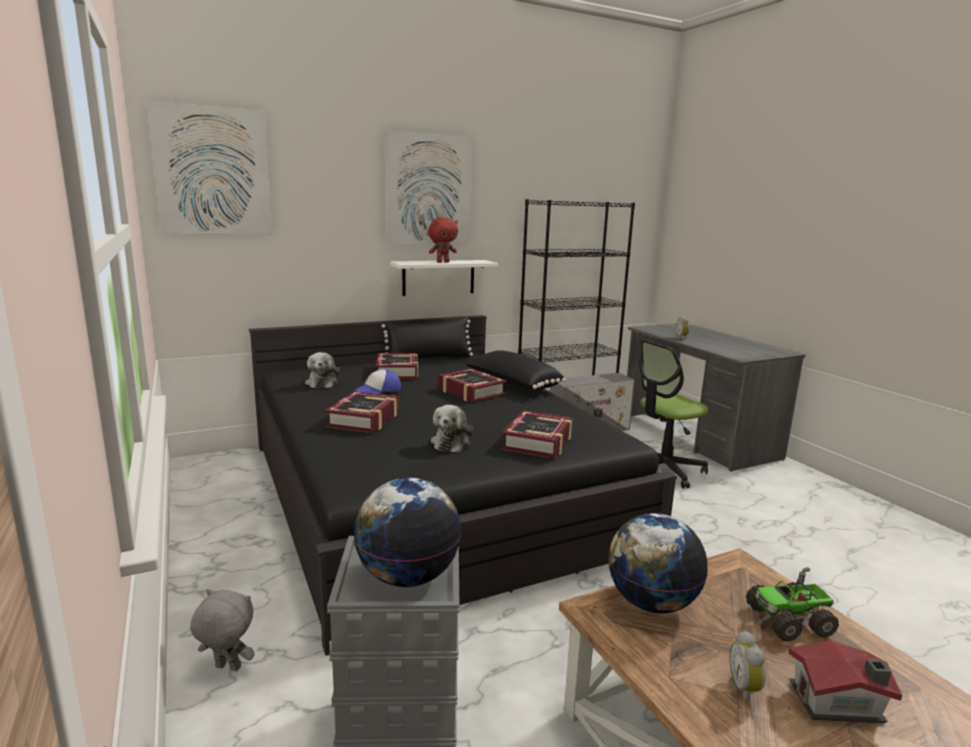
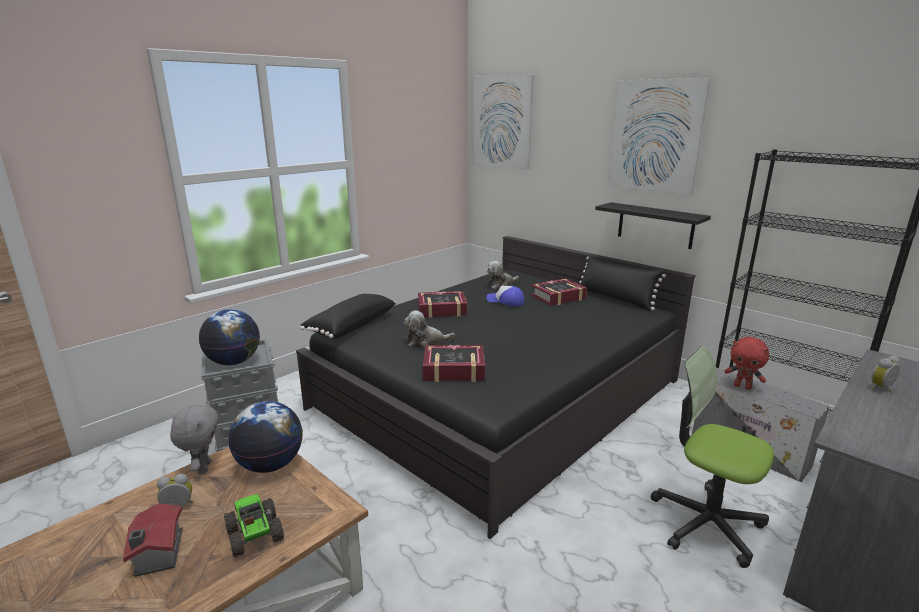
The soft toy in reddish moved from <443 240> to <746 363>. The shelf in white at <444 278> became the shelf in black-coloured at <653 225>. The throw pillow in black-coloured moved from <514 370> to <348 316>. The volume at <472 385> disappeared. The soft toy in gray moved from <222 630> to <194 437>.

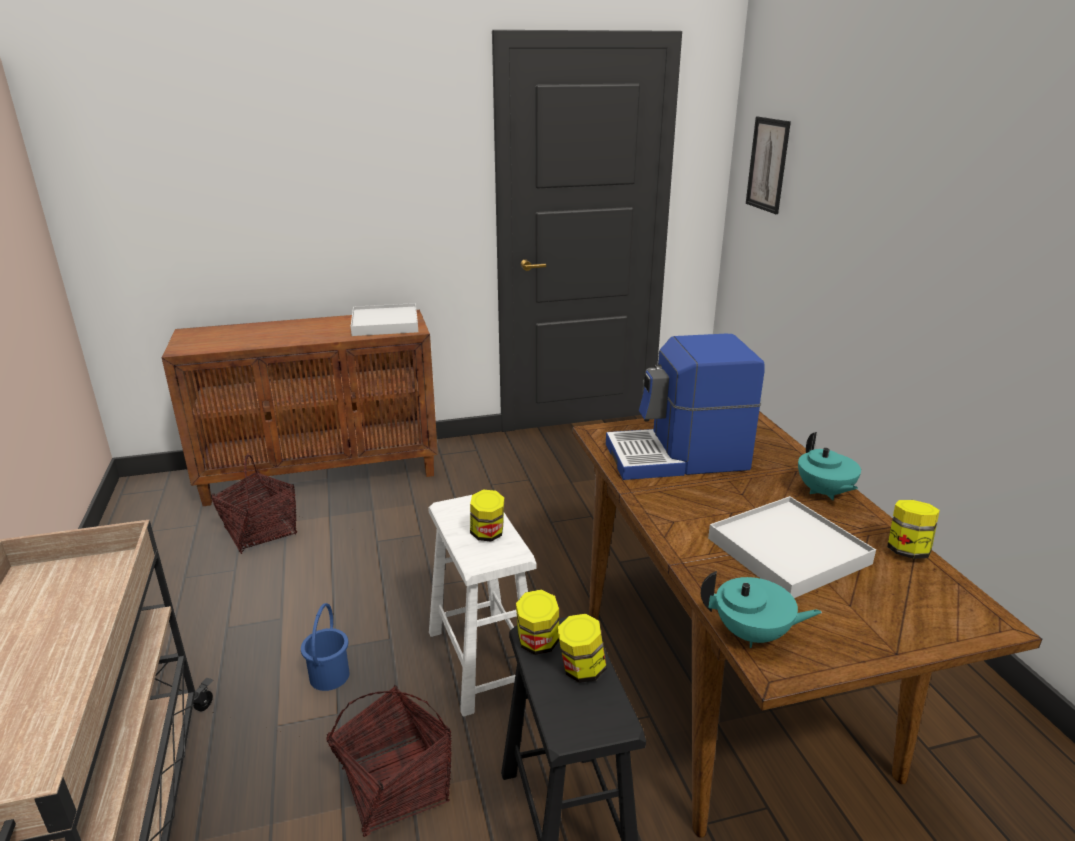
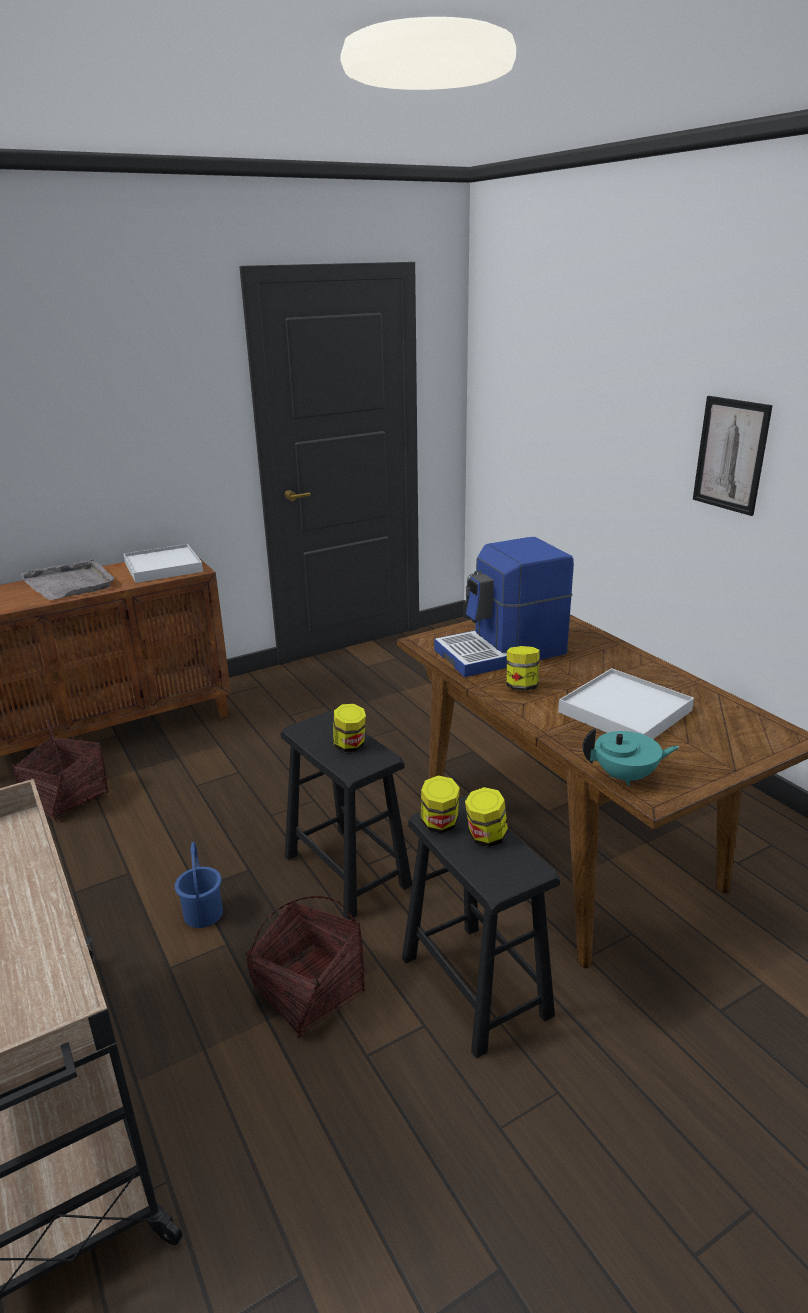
The picture moved from <768 165> to <733 456>. The tea pot in turquoise-coloured at <829 466> disappeared. The stool seat in white at <482 606> became the stool seat in black-coloured at <346 815>. The jar moved from <913 529> to <523 668>. The serving tray in gray at <67 579> appeared.

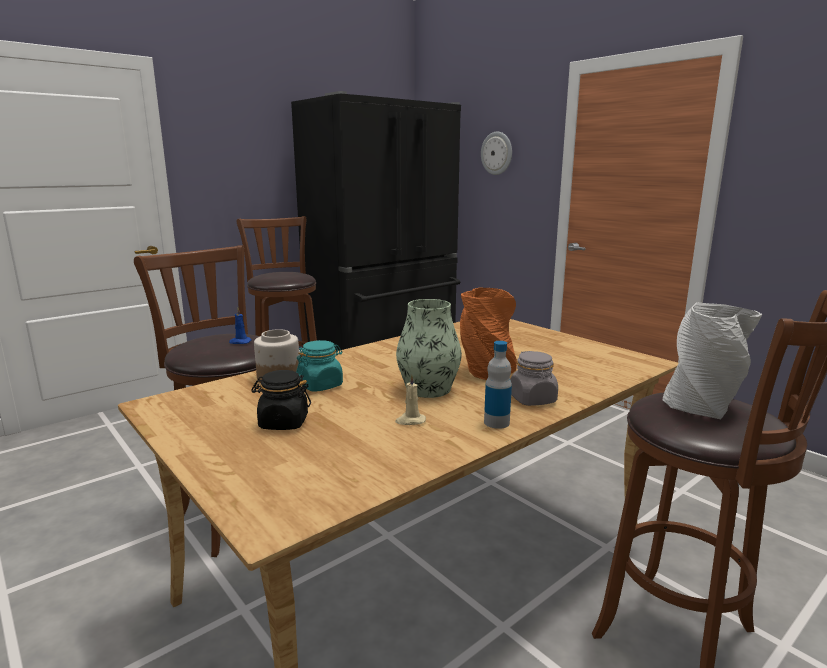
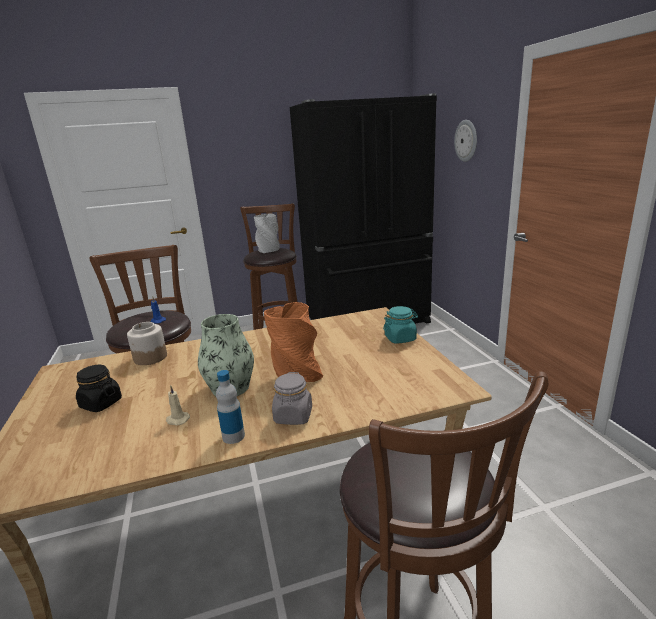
The vase in gray moved from <712 360> to <267 233>. The jar in turquoise-coloured moved from <319 366> to <400 325>.

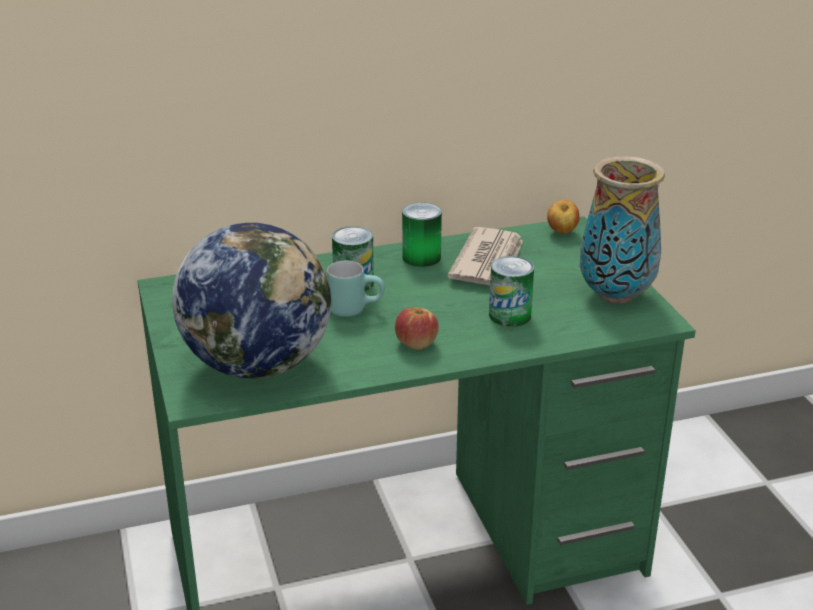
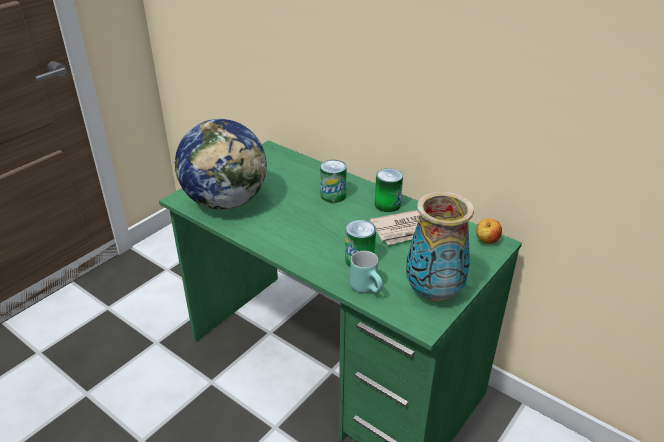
The tea mug in turquoise-coloured moved from <355 289> to <366 272>. The whole apple at <417 329> disappeared.

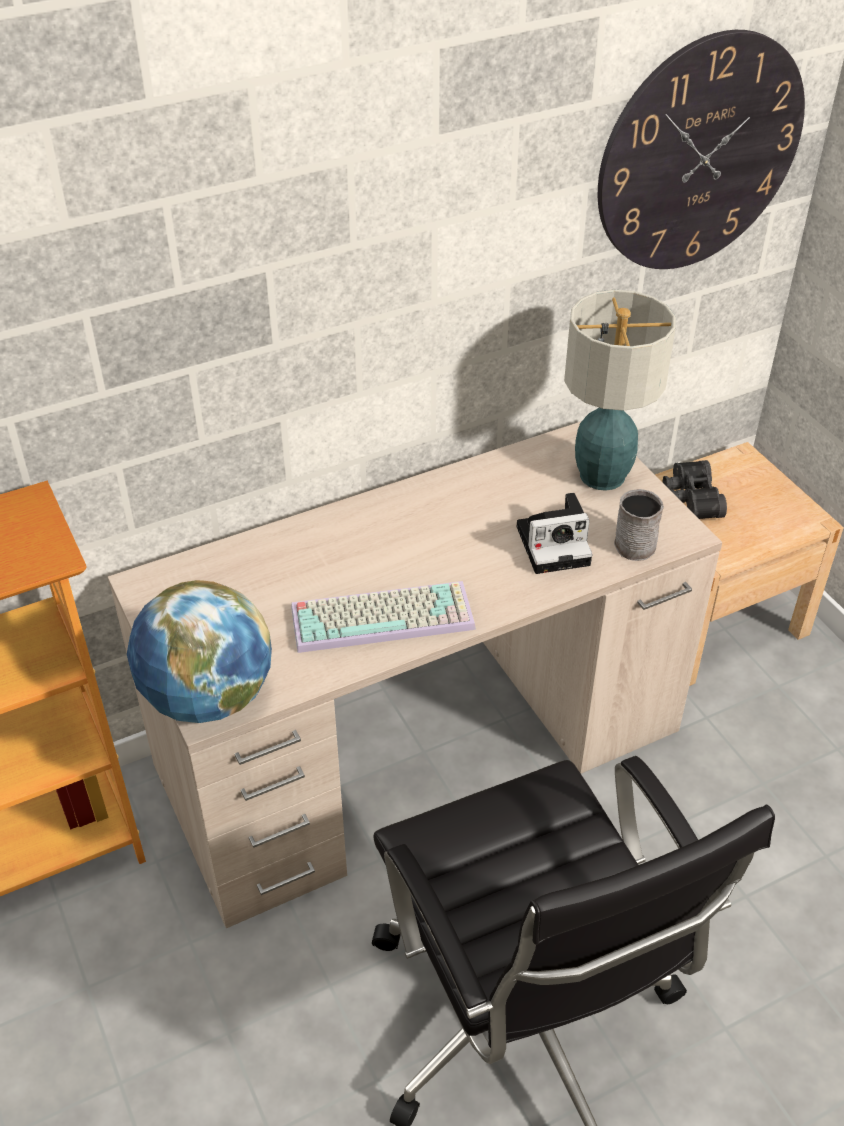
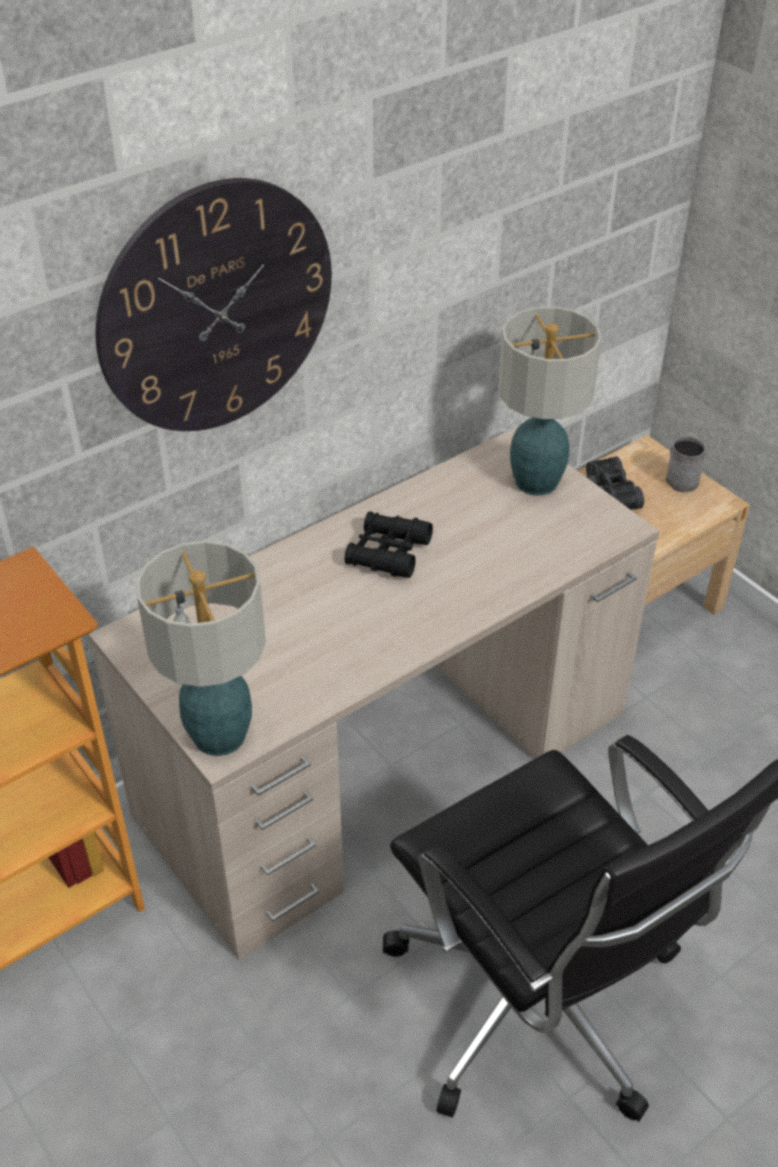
The wall clock moved from <701 149> to <214 304>. The tea mug in gray moved from <639 525> to <686 464>. The still camera at <554 533> disappeared. The globe at <199 651> was replaced by the lamp for a table at <201 648>. The keyboard at <383 617> disappeared. The pair of binoculars in black-coloured at <389 544> appeared.

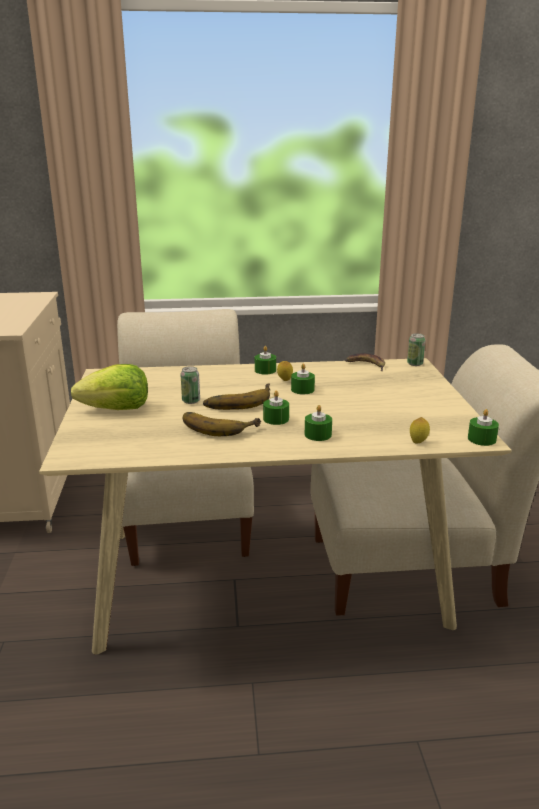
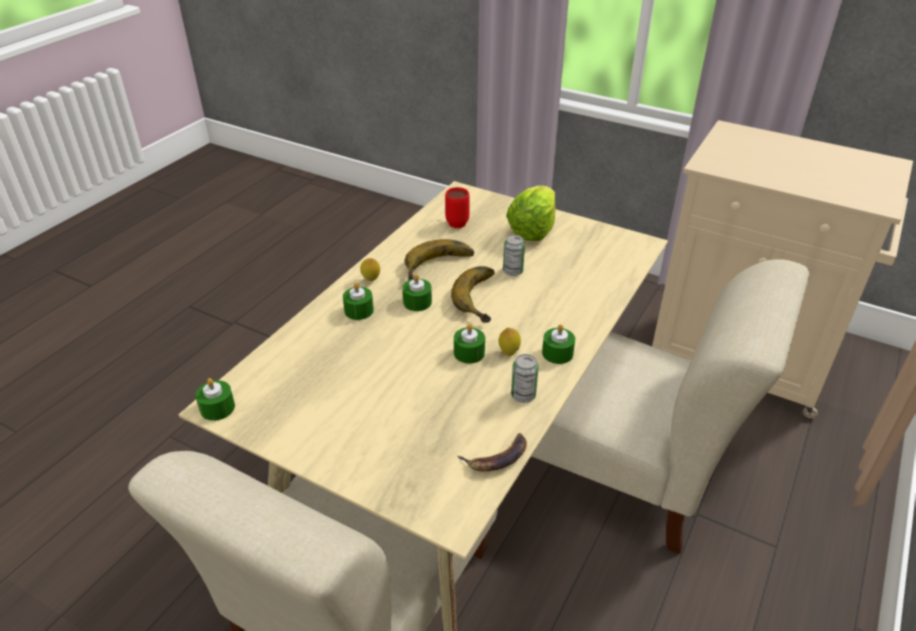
The sealed can moved from <416 349> to <525 378>. The lemon moved from <420 430> to <370 269>. The tea mug in reddish at <457 207> appeared.

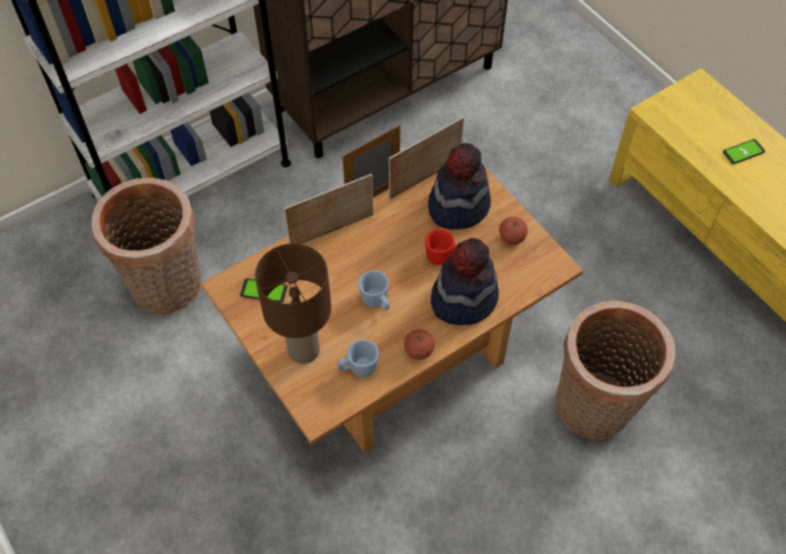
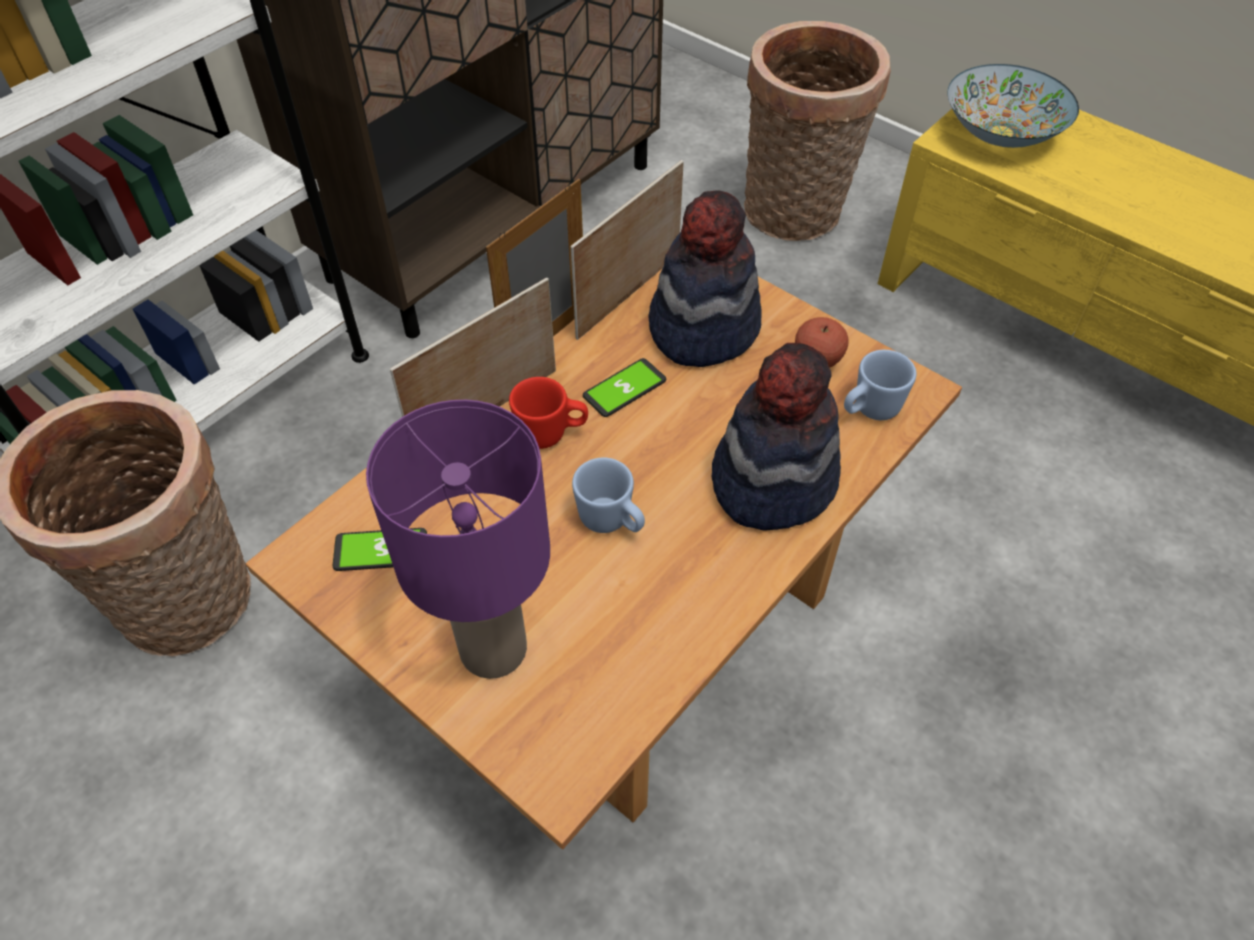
The handset moved from <744 151> to <624 387>. The tea mug in reddish moved from <441 247> to <548 413>. The lamp for a table in brown-coloured at <293 303> became the lamp for a table in purple at <458 539>. The basket moved from <615 370> to <817 131>. The whole apple at <419 344> disappeared. The tea mug in blue moved from <358 358> to <880 385>. The serving bowl at <1013 106> appeared.

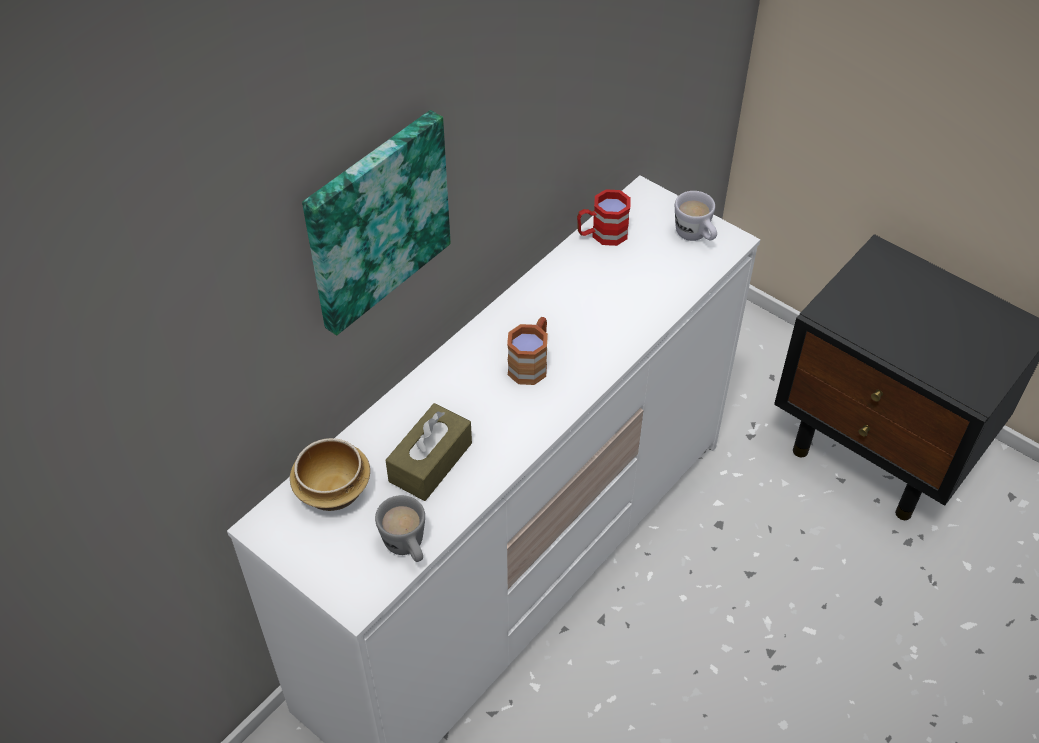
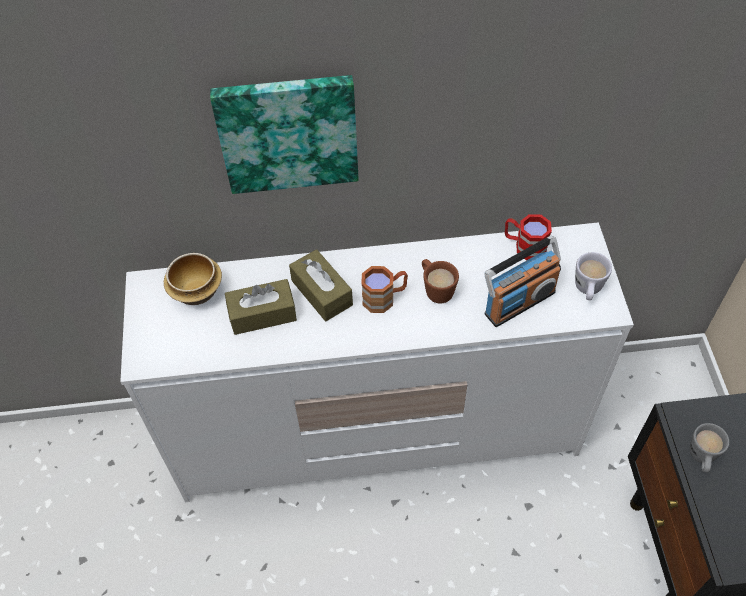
The tea mug in gray moved from <400 528> to <709 448>. The radio set at <523 281> appeared. The tissue holder in brown-coloured at <321 285> appeared. The tea mug in brown-coloured at <440 281> appeared.

